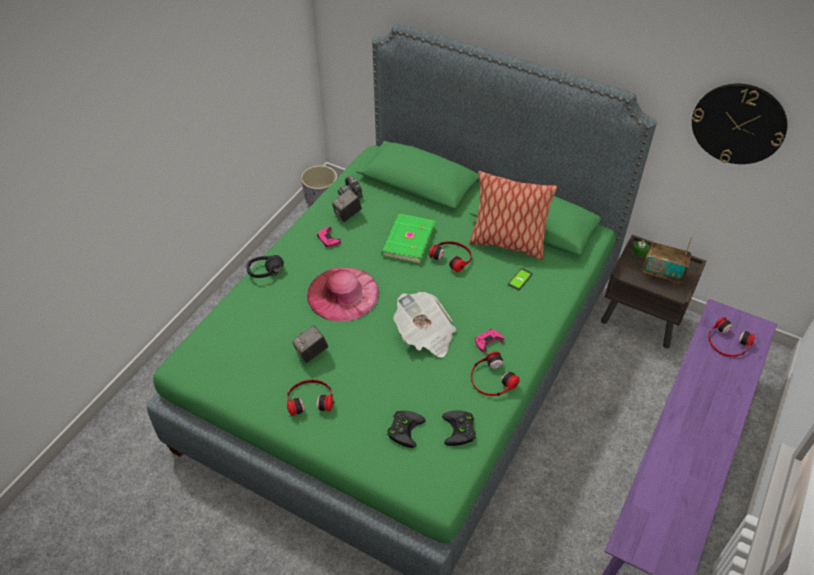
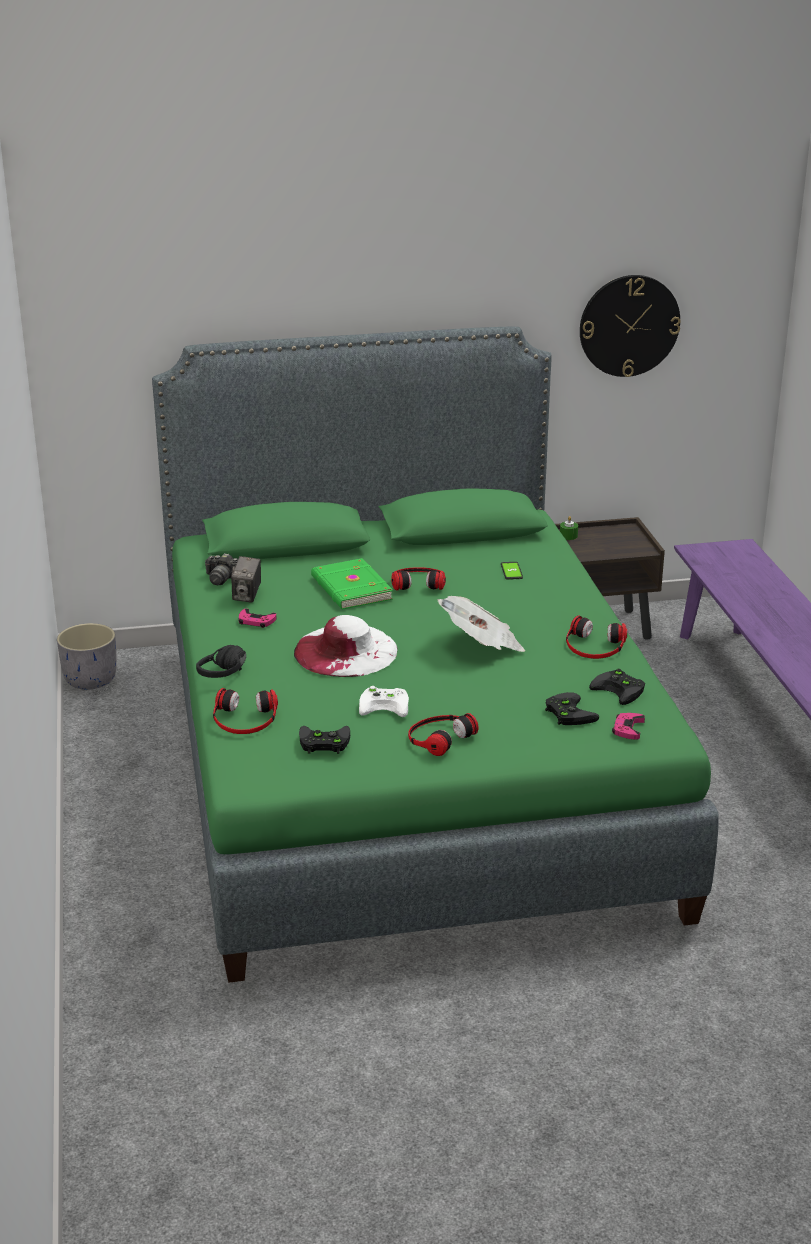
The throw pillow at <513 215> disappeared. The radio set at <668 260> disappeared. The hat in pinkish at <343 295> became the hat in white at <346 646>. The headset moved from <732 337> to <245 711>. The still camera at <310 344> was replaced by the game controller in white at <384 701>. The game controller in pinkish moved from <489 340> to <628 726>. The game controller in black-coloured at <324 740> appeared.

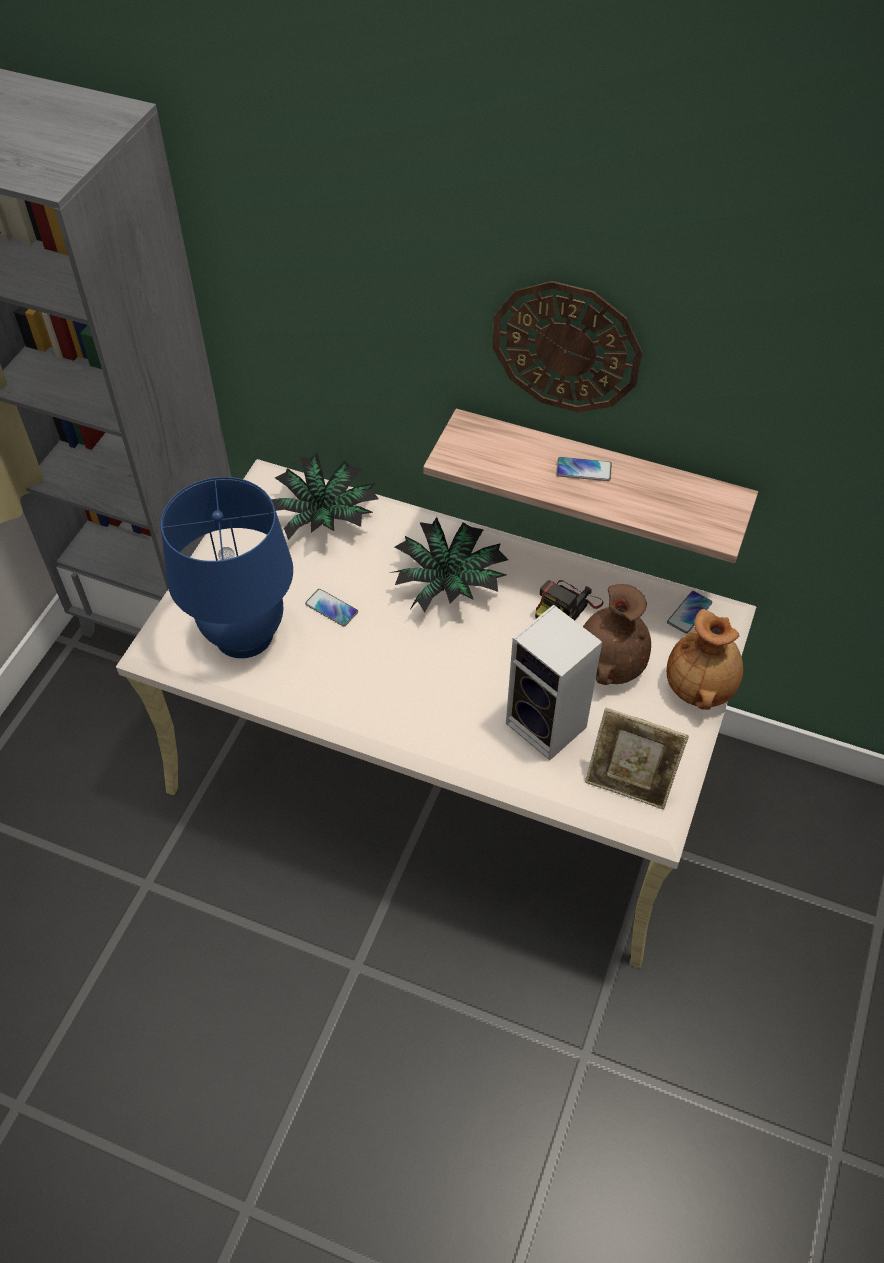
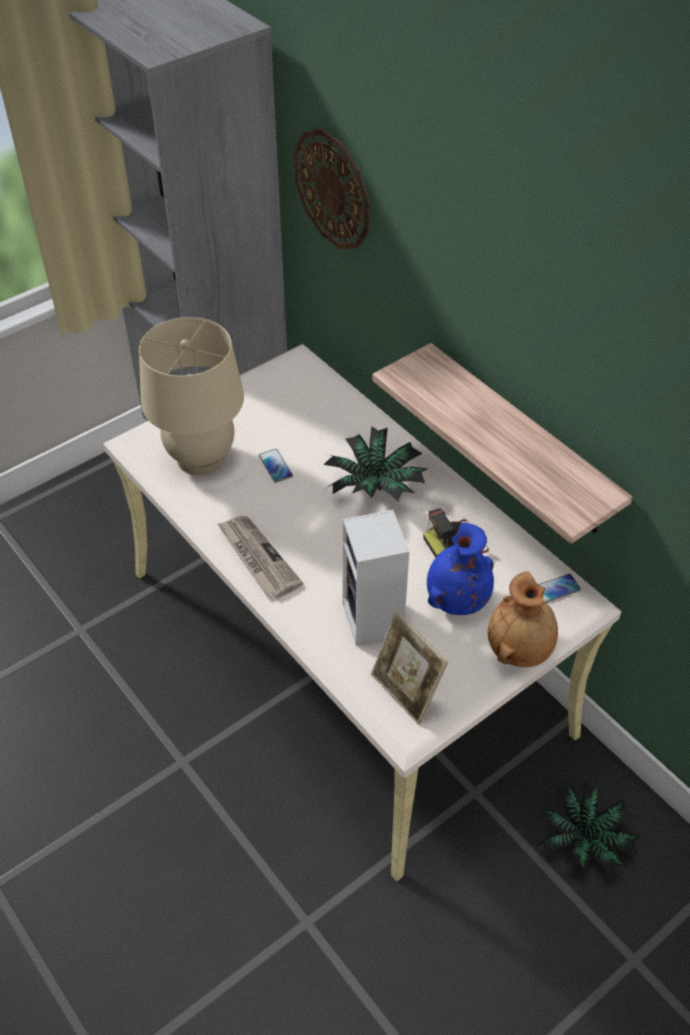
The wall clock moved from <567 347> to <332 189>. The houseplant moved from <325 496> to <587 829>. The handset at <584 469> disappeared. The lamp for a table in blue at <227 567> became the lamp for a table in beige-coloured at <191 396>. The vase in brown-coloured at <617 634> became the vase in blue at <460 569>. The newspaper at <260 557> appeared.

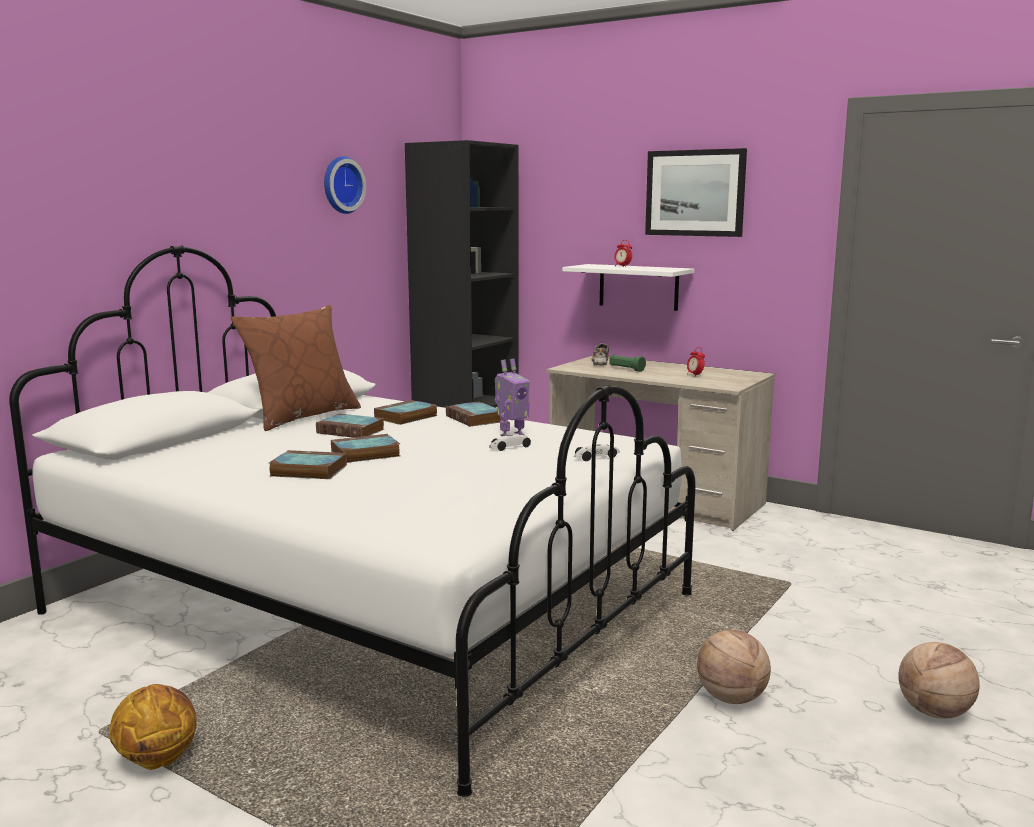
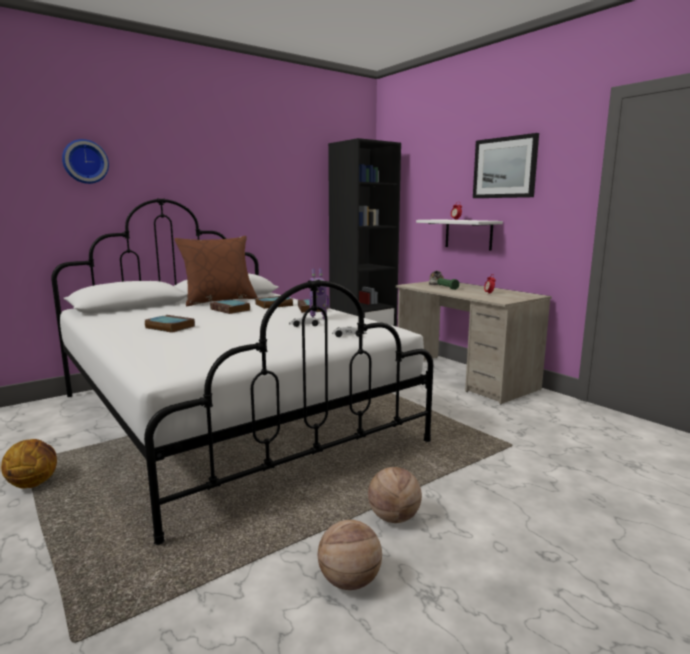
The wall clock moved from <345 185> to <85 161>. The volume at <365 448> disappeared. The basketball moved from <939 680> to <350 555>.

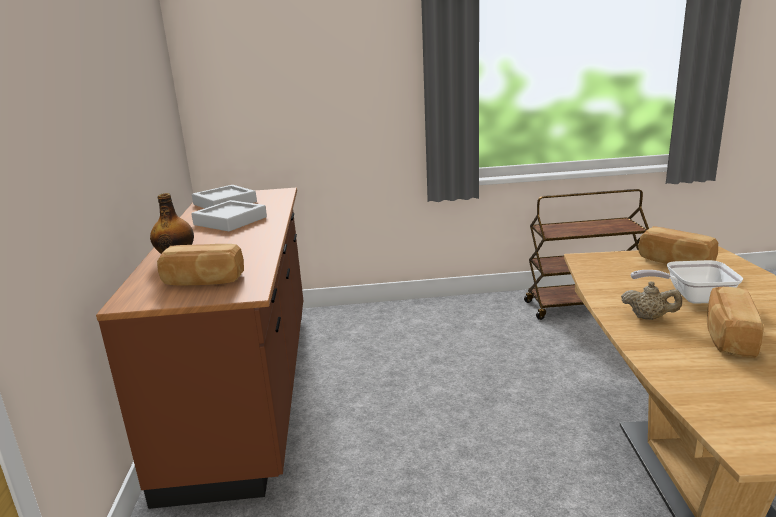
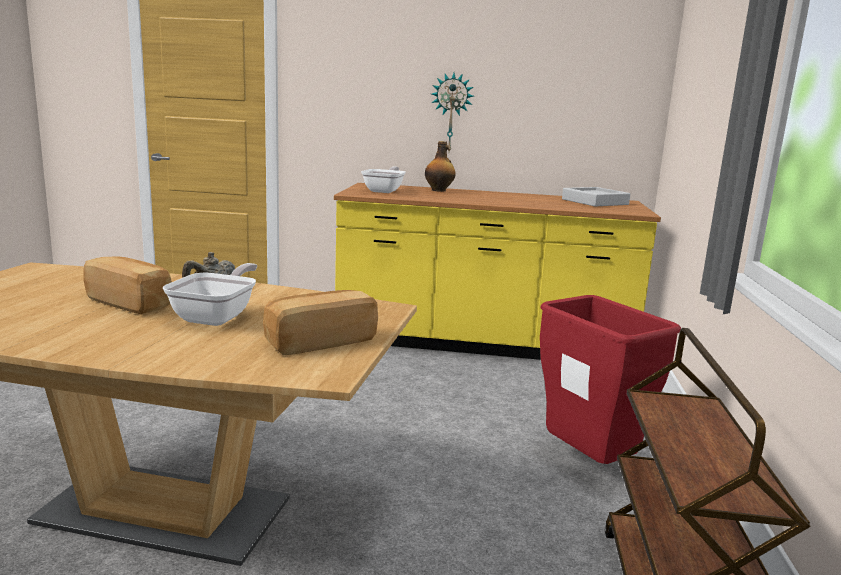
The counter in brown-coloured at <199 348> became the counter in yellowish at <497 271>. The serving tray in gray at <229 215> disappeared. The bread at <200 264> was replaced by the skillet at <383 179>. The wall clock at <453 112> appeared. The rubbish bin in reddish at <610 379> appeared.

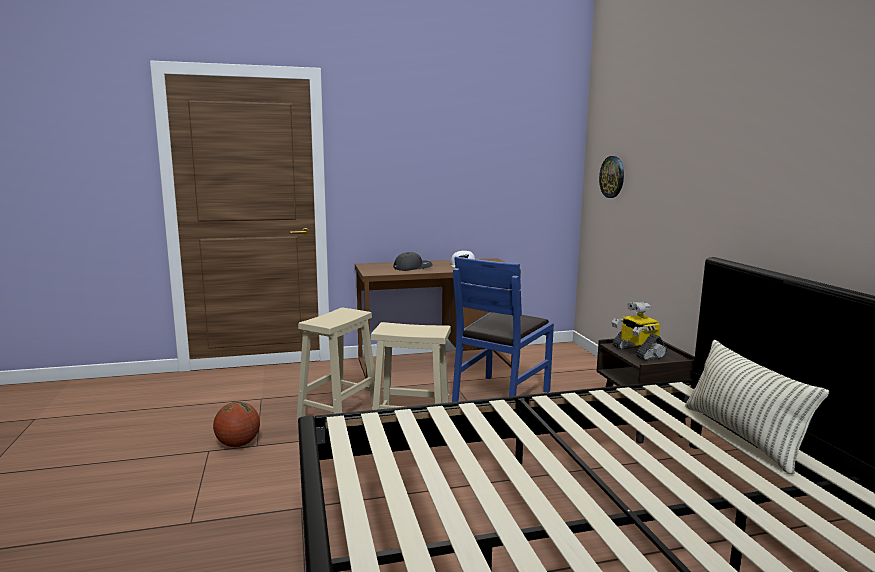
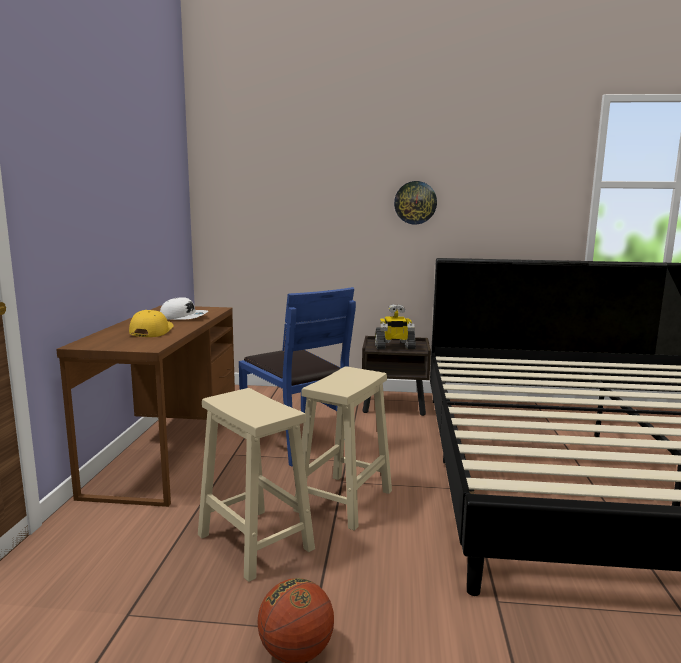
The wall clock moved from <611 177> to <415 203>. The cap in gray at <413 261> became the cap in yellowish at <151 323>. The throw pillow at <757 407> disappeared.

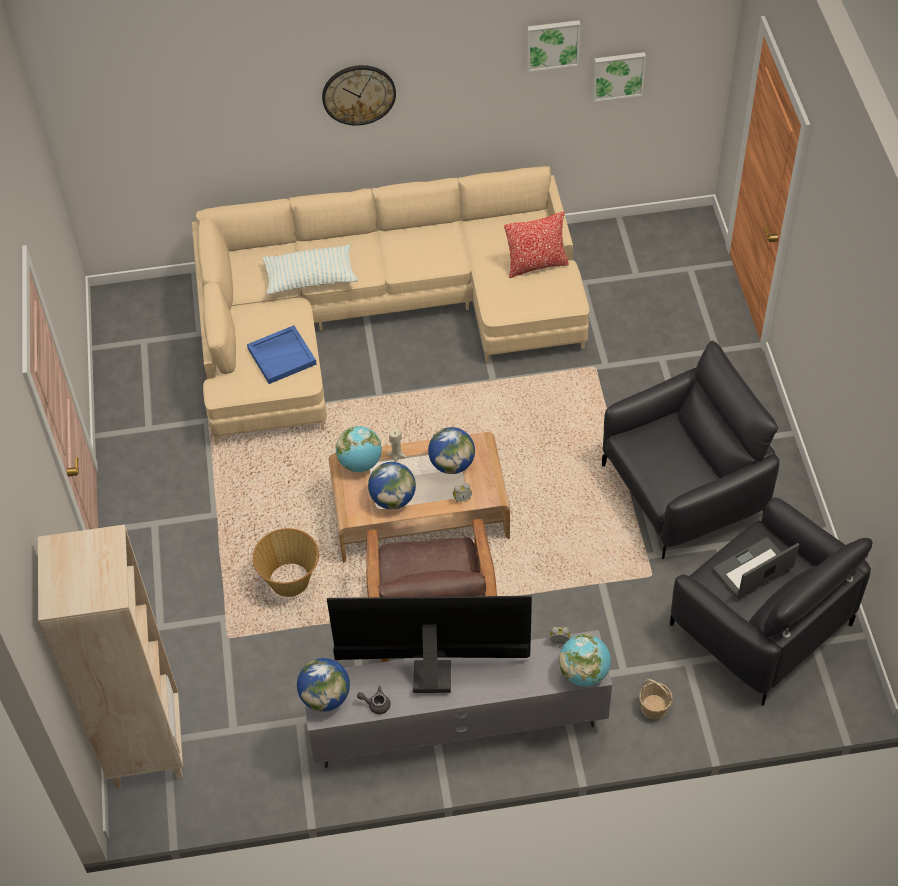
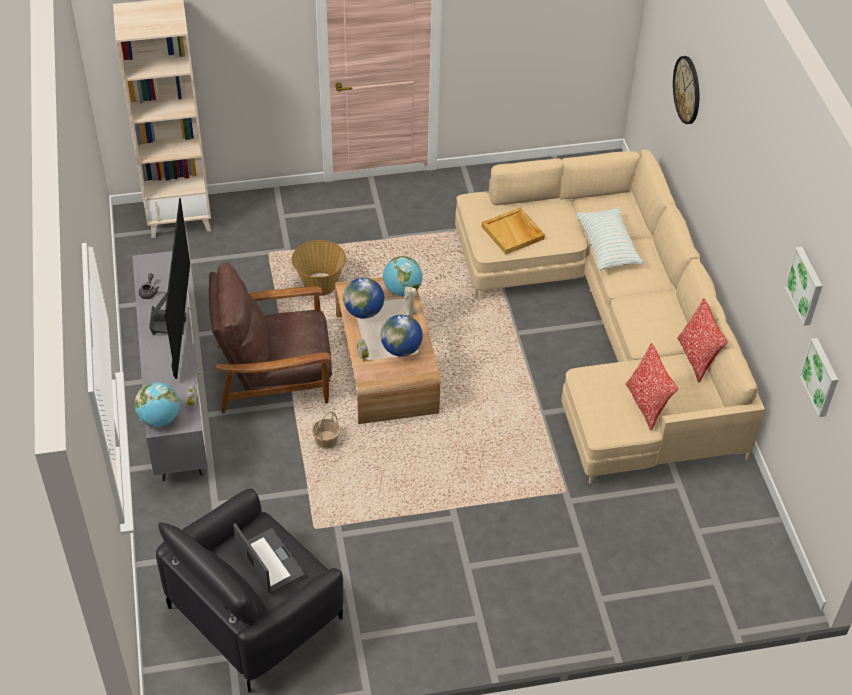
The wall clock moved from <359 95> to <686 90>. The serving tray in blue at <282 354> became the serving tray in beige-coloured at <513 231>. The lounge chair in black-coloured at <690 450> disappeared. The globe at <323 685> disappeared. The basket moved from <656 699> to <326 430>. The throw pillow at <702 340> appeared.

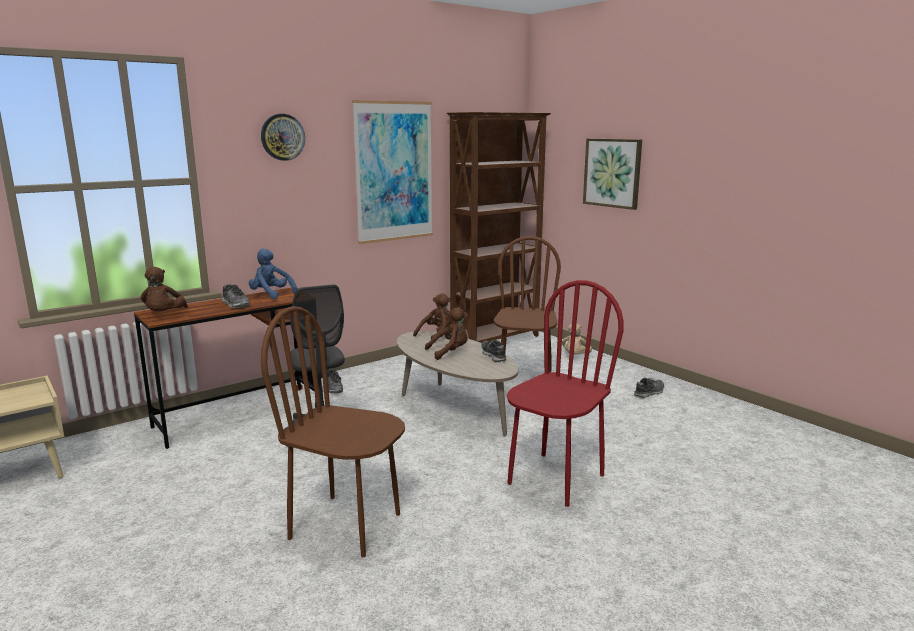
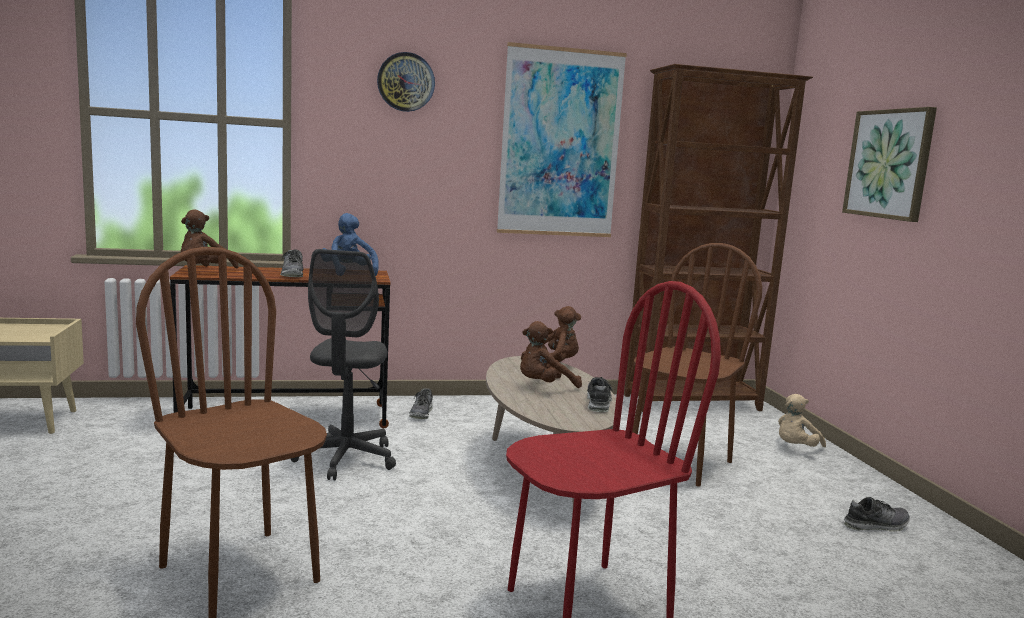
The soft toy in brown-coloured at <446 333> turned 150 degrees clockwise.

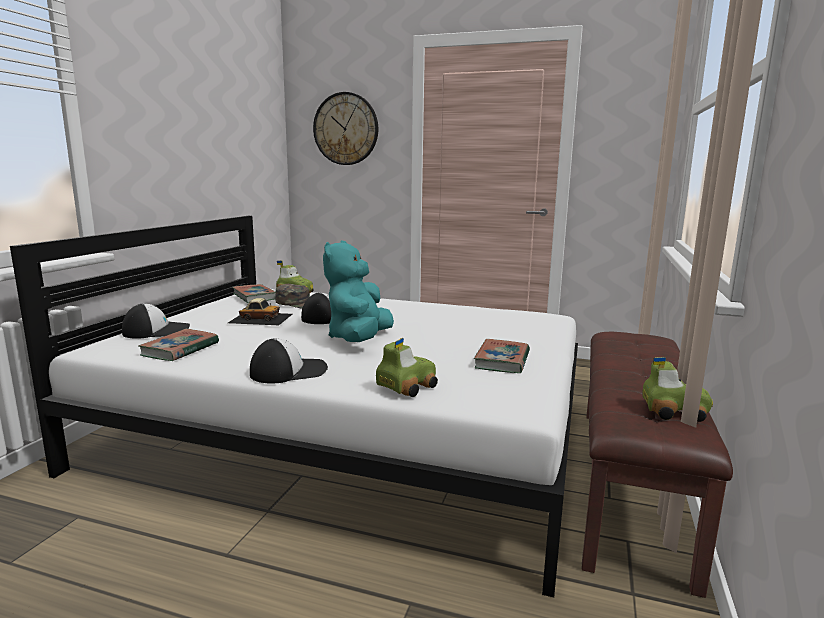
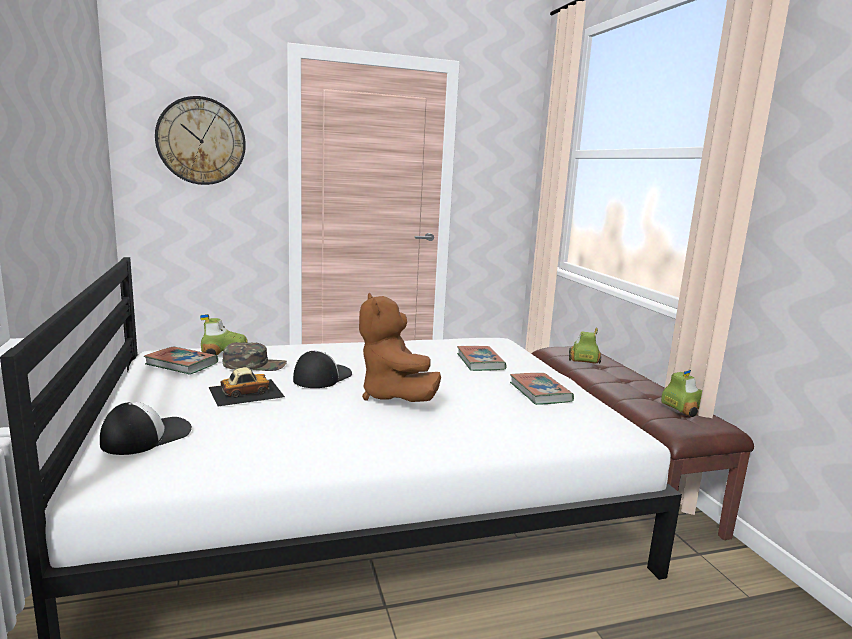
The soft toy in turquoise-coloured at <358 291> became the soft toy in brown-coloured at <400 347>. The volume moved from <178 345> to <481 358>. The cap at <289 360> disappeared. The toy car moved from <407 367> to <585 346>.

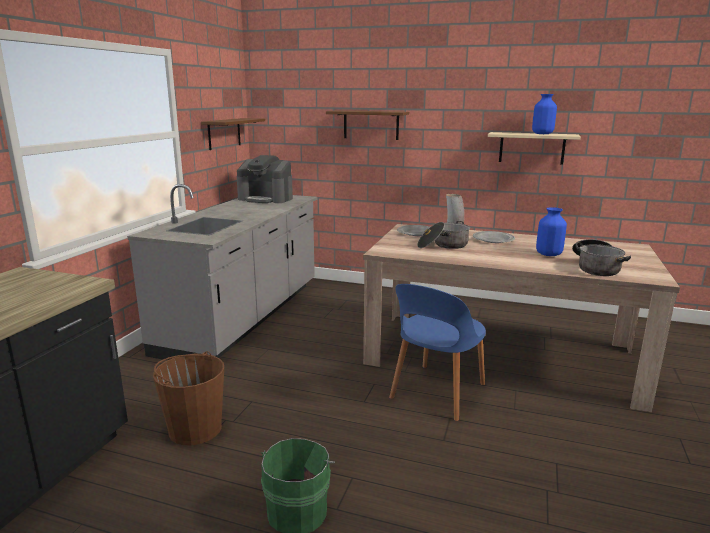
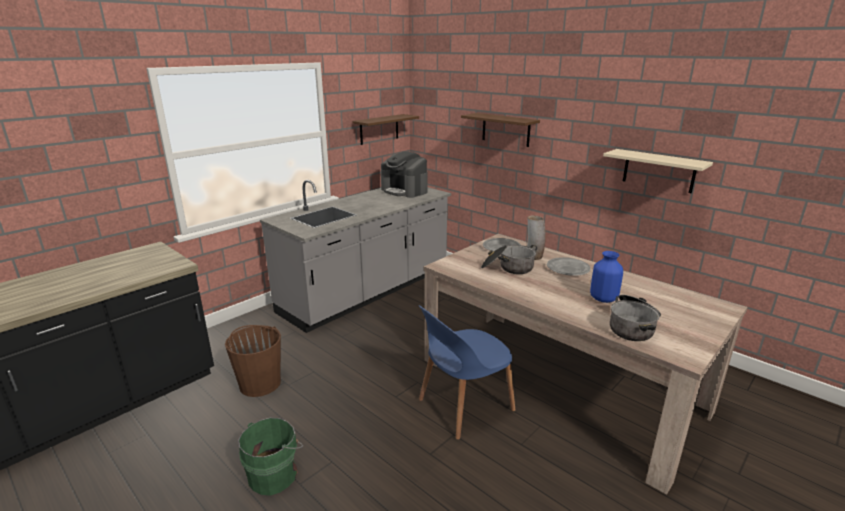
The vase in blue at <544 114> disappeared.

